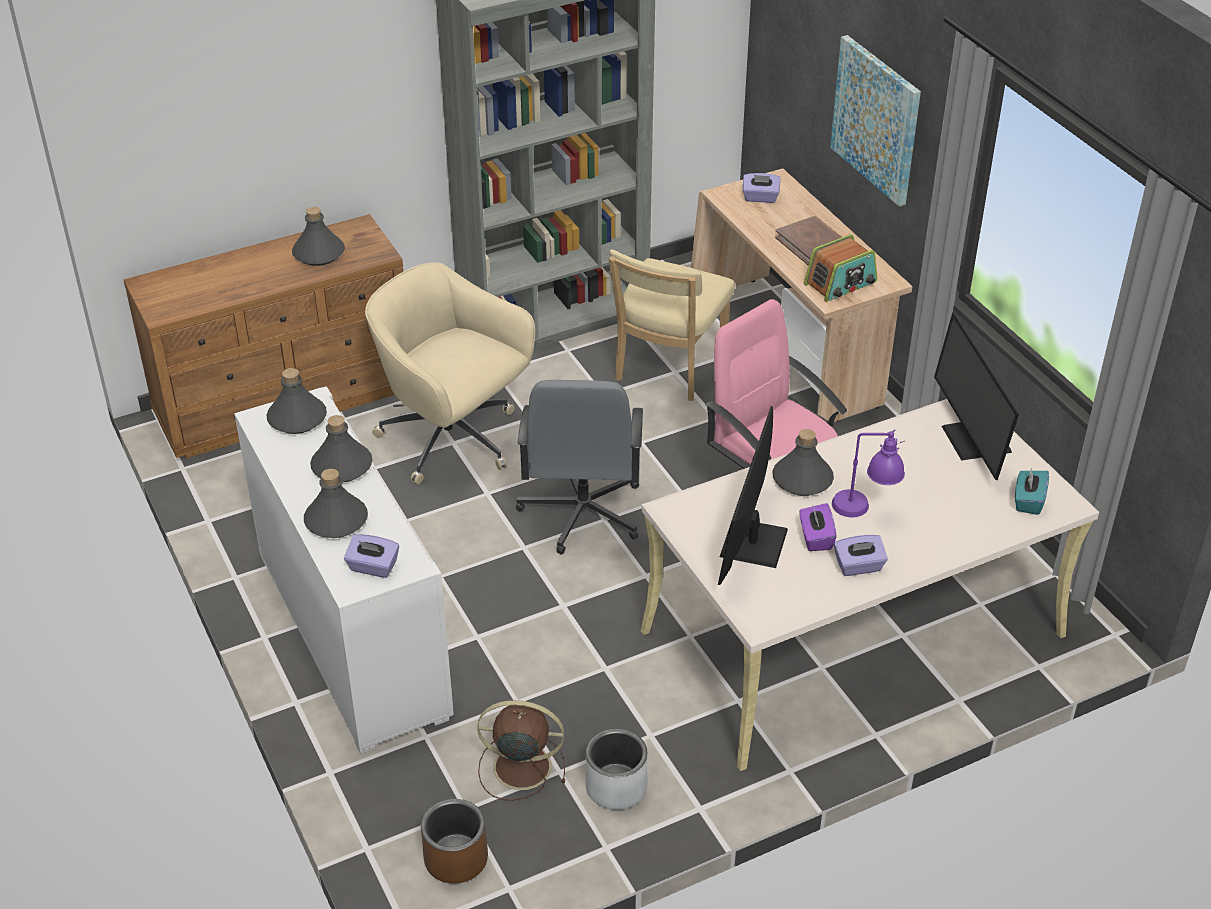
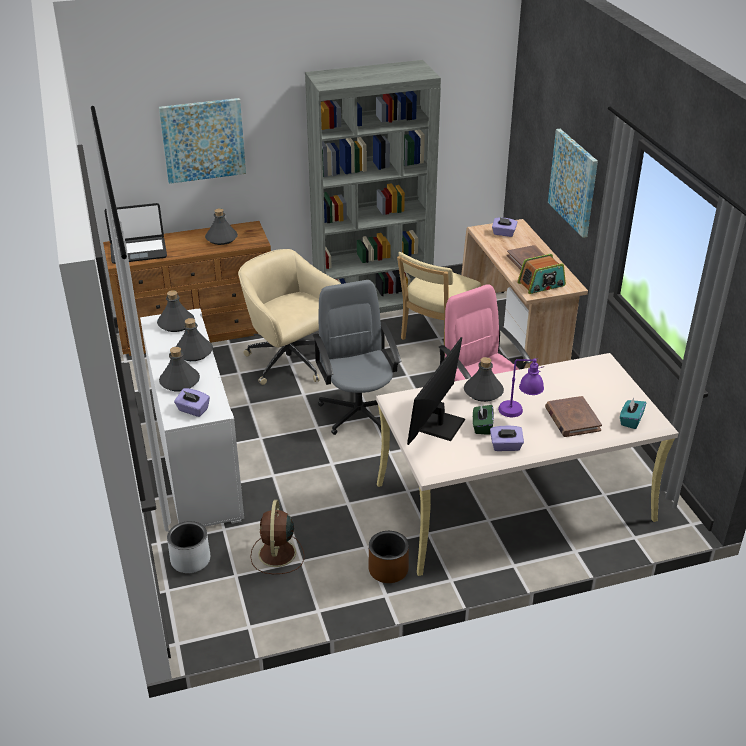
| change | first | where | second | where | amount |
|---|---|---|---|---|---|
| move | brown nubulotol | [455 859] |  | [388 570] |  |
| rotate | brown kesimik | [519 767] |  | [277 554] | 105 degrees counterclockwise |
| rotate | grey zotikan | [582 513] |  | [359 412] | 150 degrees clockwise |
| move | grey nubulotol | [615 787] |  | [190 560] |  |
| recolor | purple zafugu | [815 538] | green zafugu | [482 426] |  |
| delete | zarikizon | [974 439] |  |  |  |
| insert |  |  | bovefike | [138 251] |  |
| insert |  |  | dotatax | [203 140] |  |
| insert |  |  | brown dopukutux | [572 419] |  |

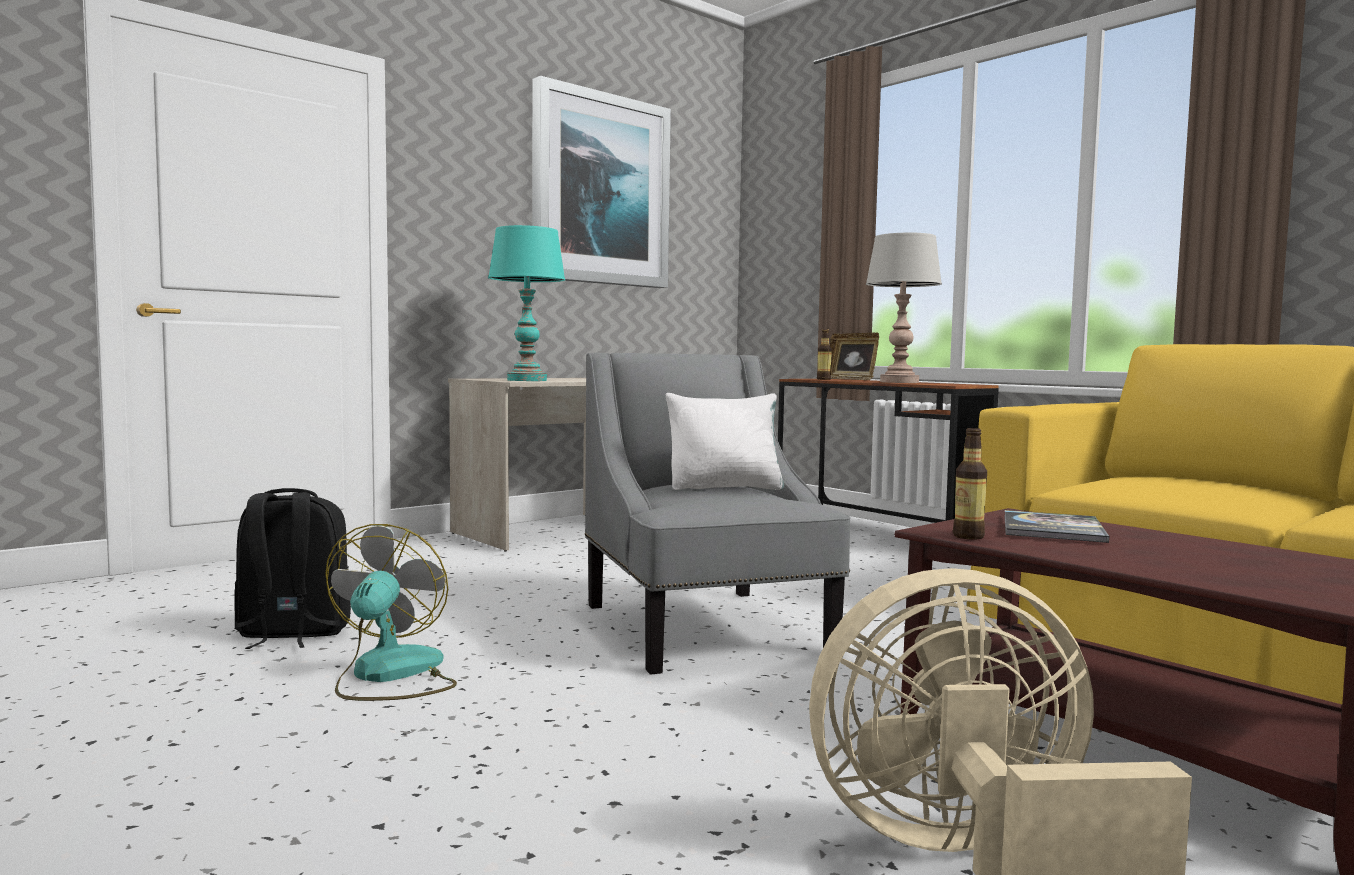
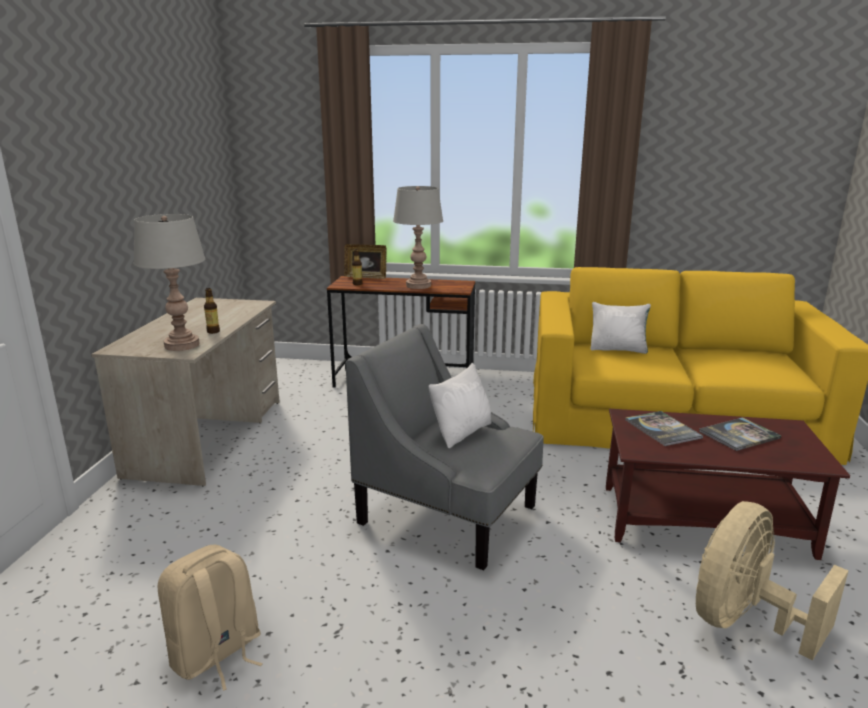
| change | first | where | second | where | amount |
|---|---|---|---|---|---|
| recolor | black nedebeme | [292 634] | beige nedebeme | [216 654] |  |
| delete | kesimik | [389 675] |  |  |  |
| recolor | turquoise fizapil | [526 380] | grey fizapil | [182 345] |  |
| delete | dotatax | [600 190] |  |  |  |
| move | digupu | [968 536] |  | [213 331] |  |
| insert |  |  | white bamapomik | [618 349] |  |
| insert |  |  | dopukutux | [739 435] |  |

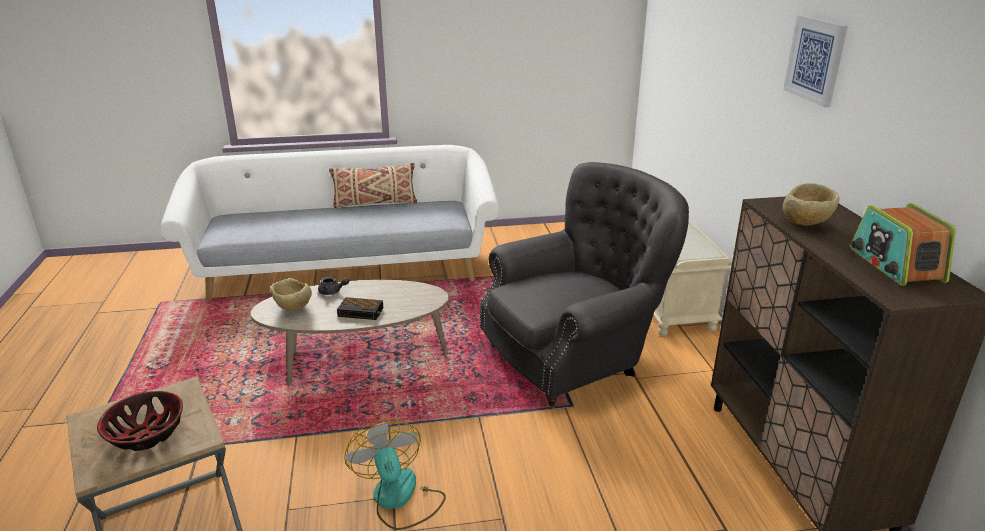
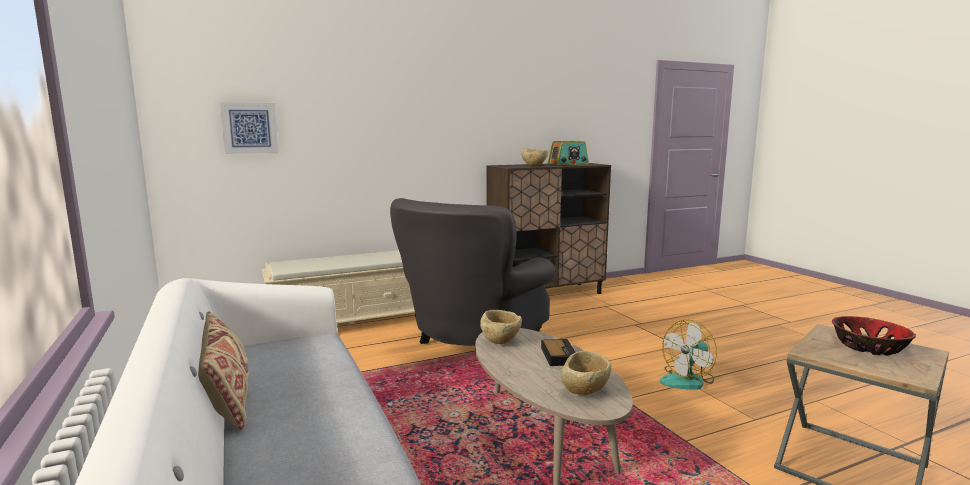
| change | first | where | second | where | amount |
|---|---|---|---|---|---|
| delete | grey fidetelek | [332 292] |  |  |  |
| rotate | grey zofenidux | [574 357] |  | [472 343] | 105 degrees counterclockwise |
| move | dotatax | [815 60] |  | [250 128] |  |
| insert |  |  | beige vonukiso | [501 341] |  |

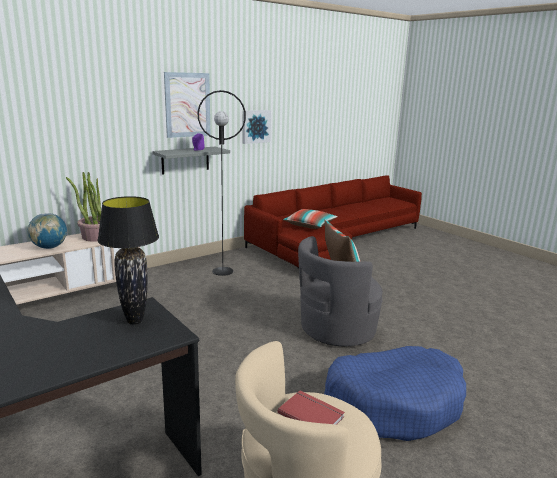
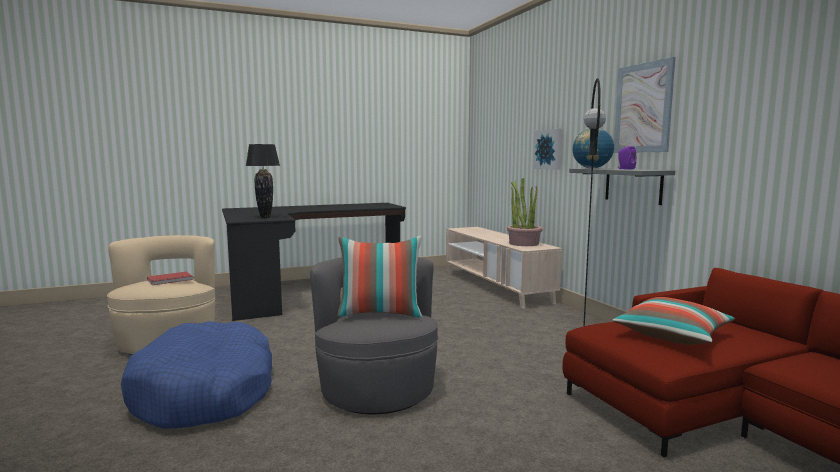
| change | first | where | second | where | amount |
|---|---|---|---|---|---|
| move | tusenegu | [49 247] |  | [592 168] |  |
| move | dotatax | [255 126] |  | [549 149] |  |

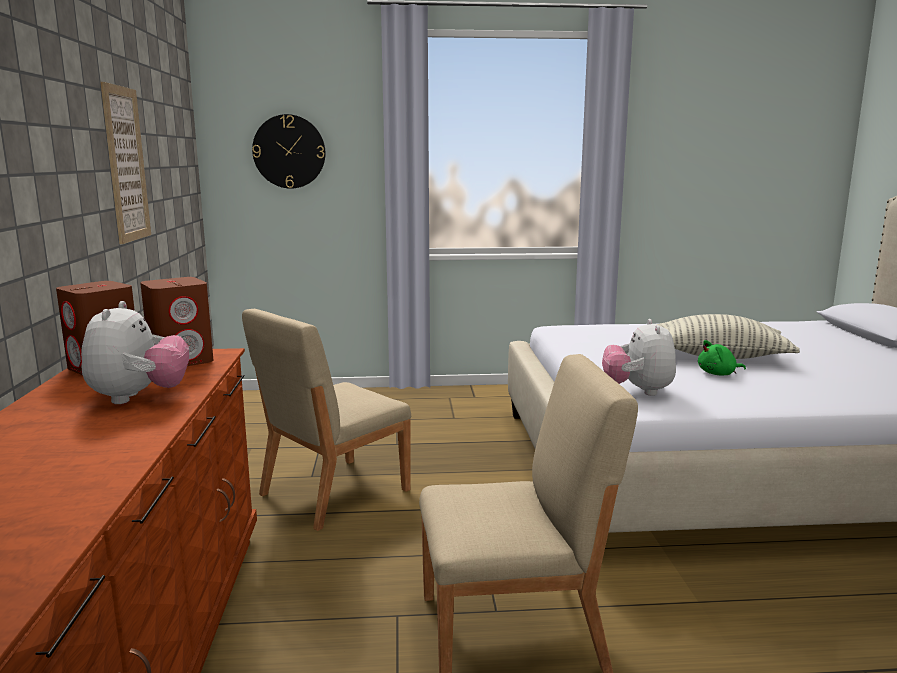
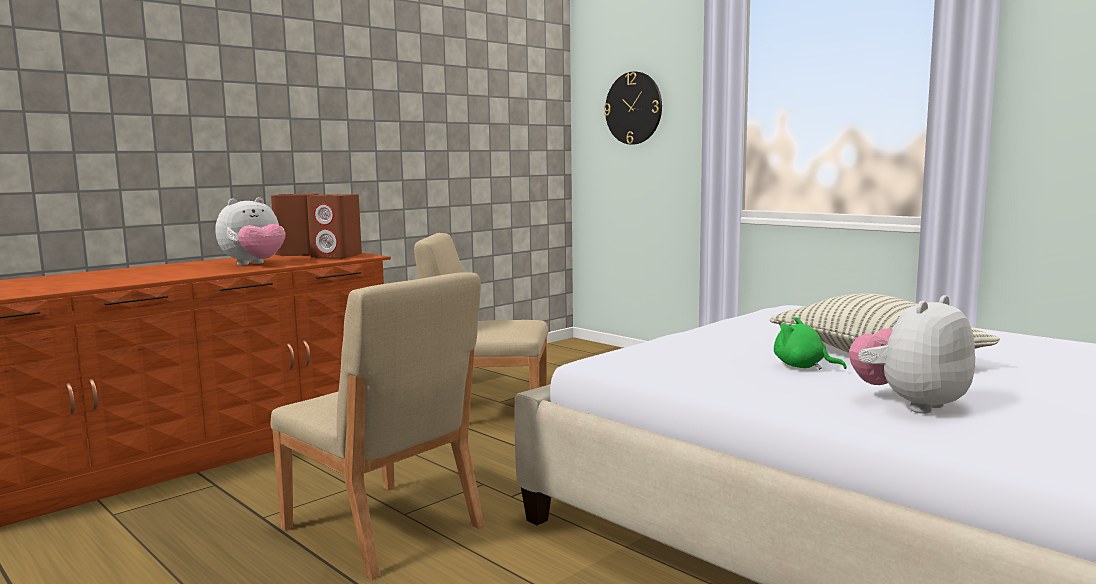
| change | first | where | second | where | amount |
|---|---|---|---|---|---|
| delete | dotatax | [126 164] |  |  |  |
| move | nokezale | [638 391] |  | [911 404] |  |

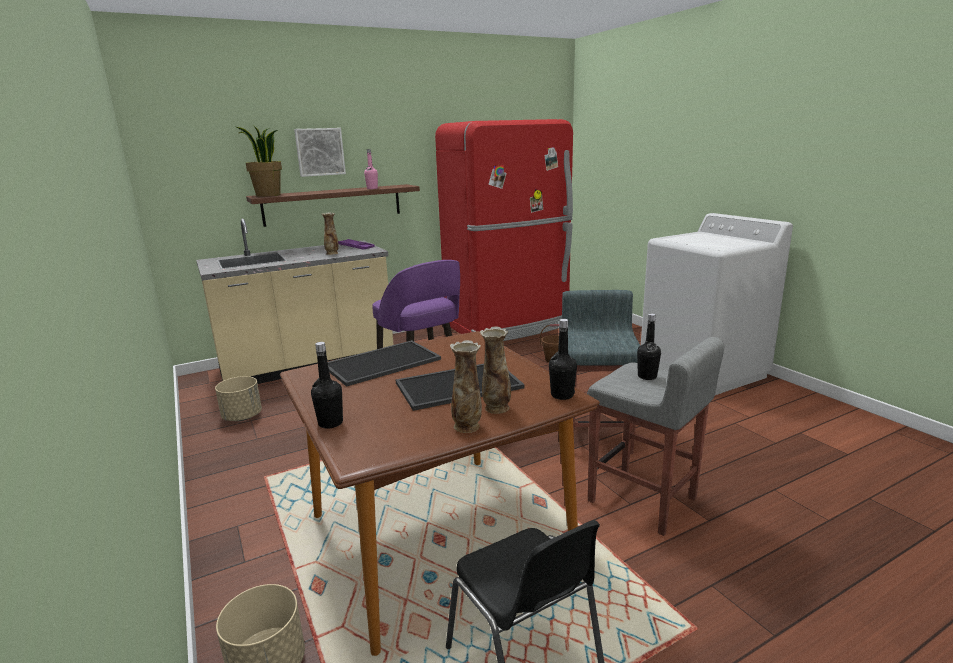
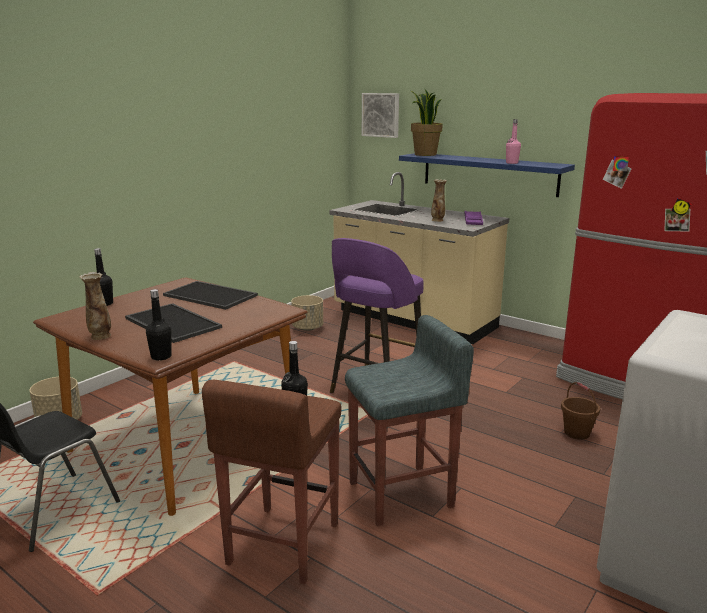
| change | first | where | second | where | amount |
|---|---|---|---|---|---|
| recolor | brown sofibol | [333 204] | blue sofibol | [489 174] |  |
| move | dotatax | [320 152] |  | [381 115] |  |
| delete | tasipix | [496 408] |  |  |  |
| recolor | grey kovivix | [643 500] | brown kovivix | [282 544] |  |

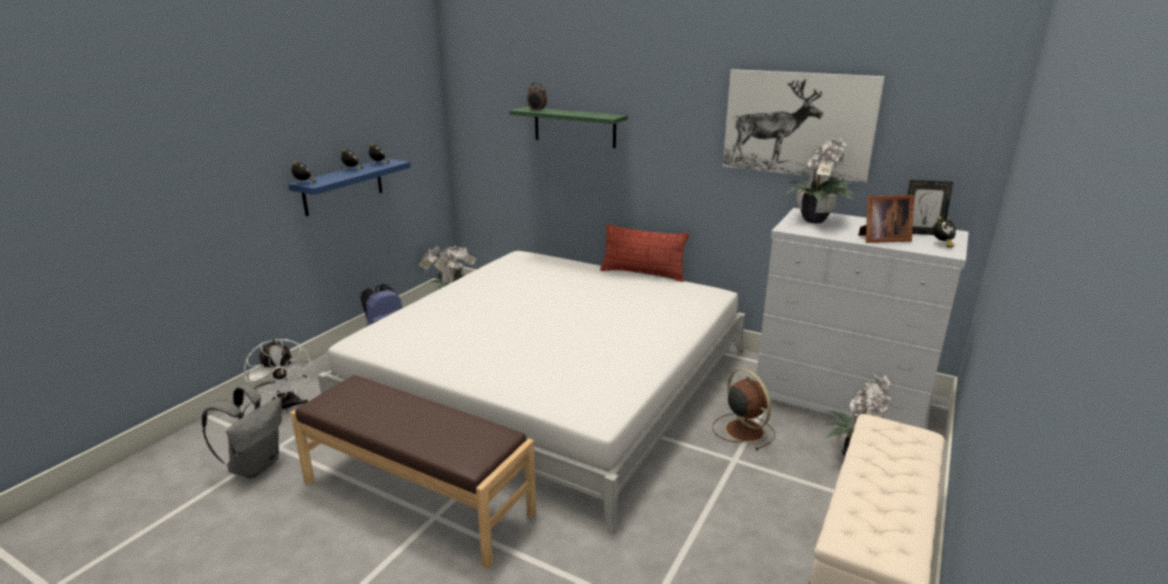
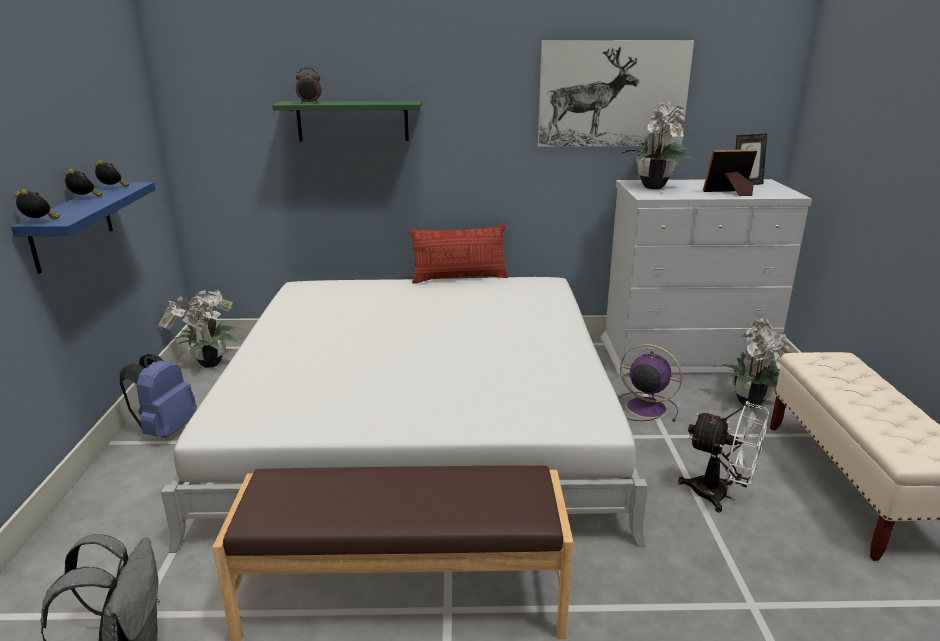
| change | first | where | second | where | amount |
|---|---|---|---|---|---|
| move | white kesimik | [286 407] |  | [720 495] |  |
| recolor | brown kesimik | [743 430] | purple kesimik | [644 407] |  |
| rotate | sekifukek | [881 239] |  | [729 193] | 150 degrees counterclockwise |
| delete | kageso | [941 244] |  |  |  |

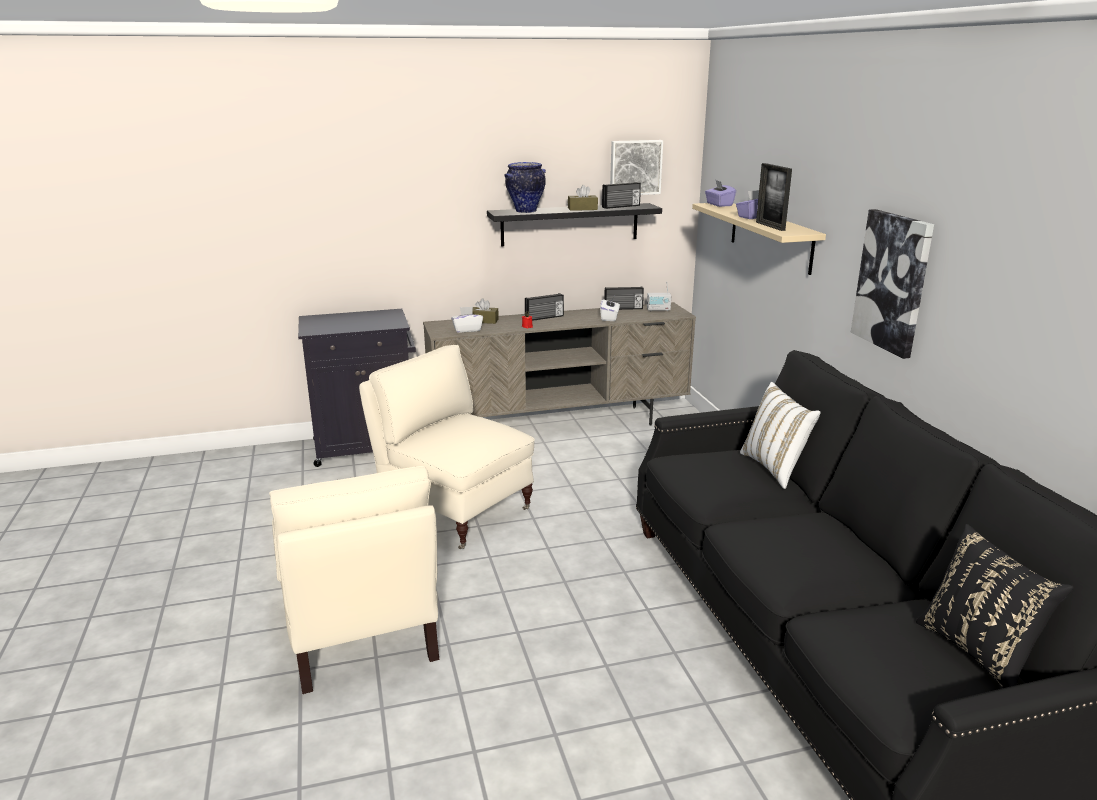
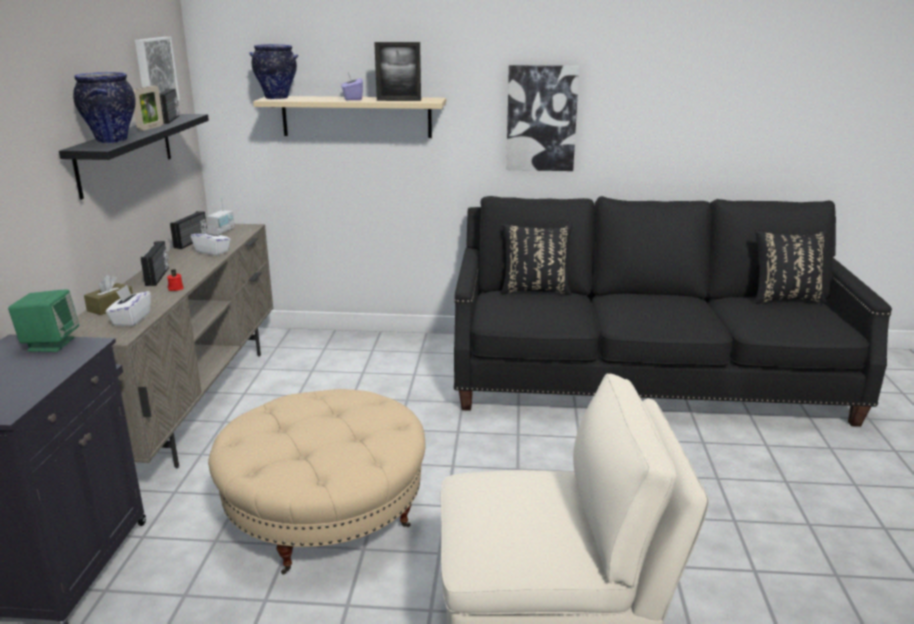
| change | first | where | second | where | amount |
|---|---|---|---|---|---|
| replace | beige zofenidux | [453 509] | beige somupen | [325 514] |  |
| replace | brown zafugu | [582 209] | sekifukek | [151 128] |  |
| replace | purple zafugu | [719 204] | tasipix | [277 98] |  |
| recolor | white bamapomik | [774 468] | black bamapomik | [535 290] |  |
| insert |  |  | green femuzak | [50 344] |  |

